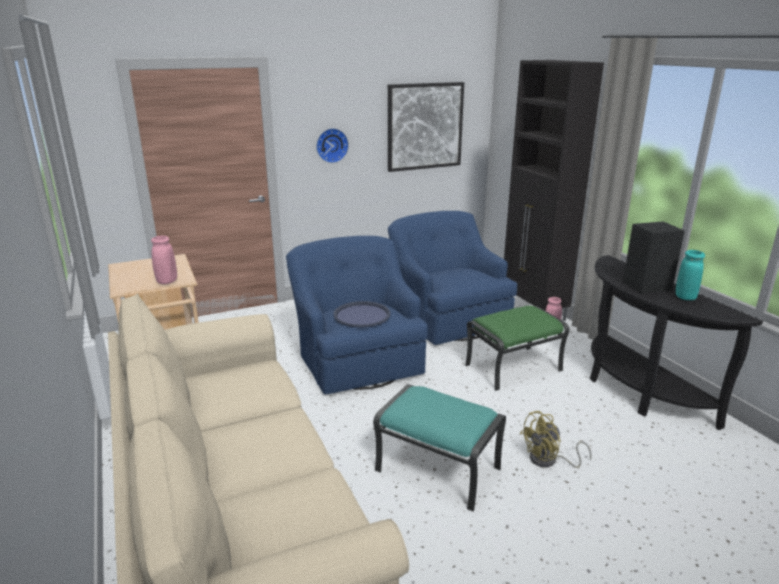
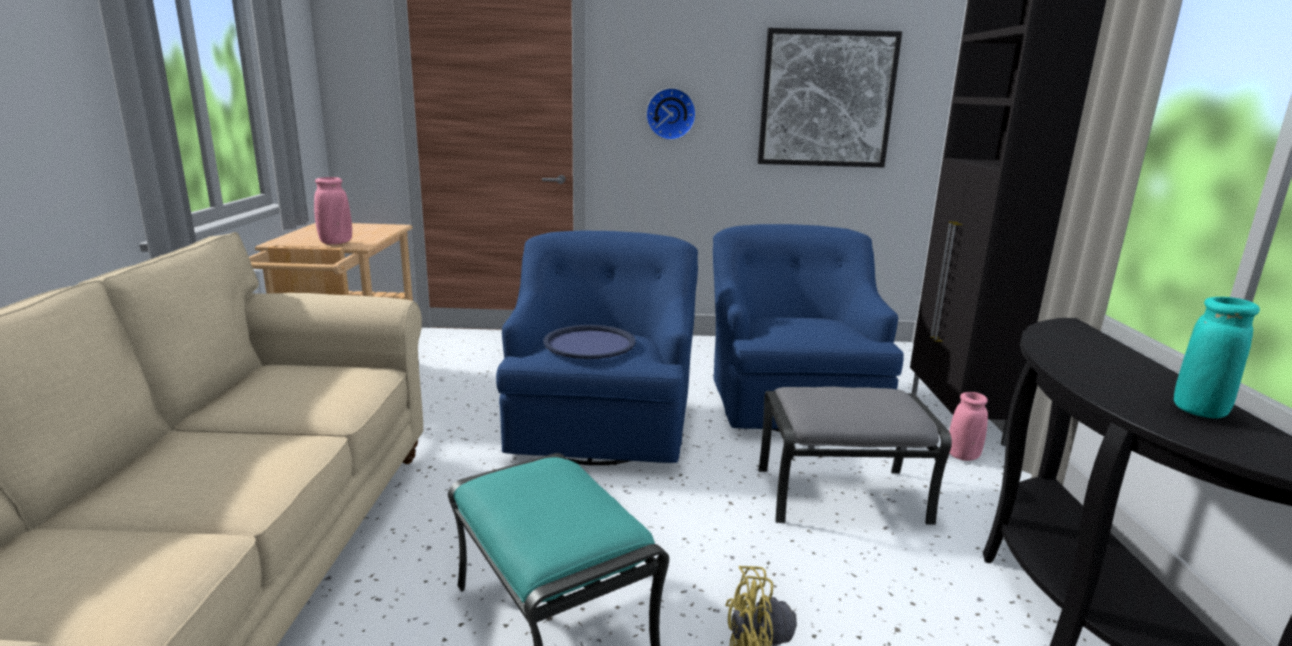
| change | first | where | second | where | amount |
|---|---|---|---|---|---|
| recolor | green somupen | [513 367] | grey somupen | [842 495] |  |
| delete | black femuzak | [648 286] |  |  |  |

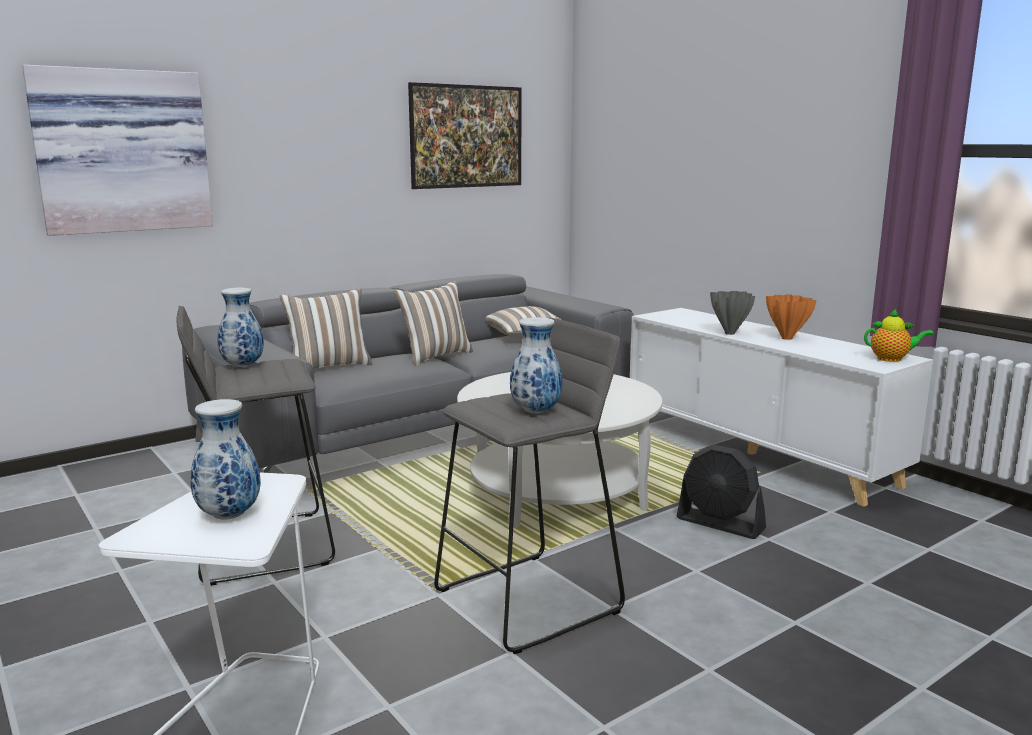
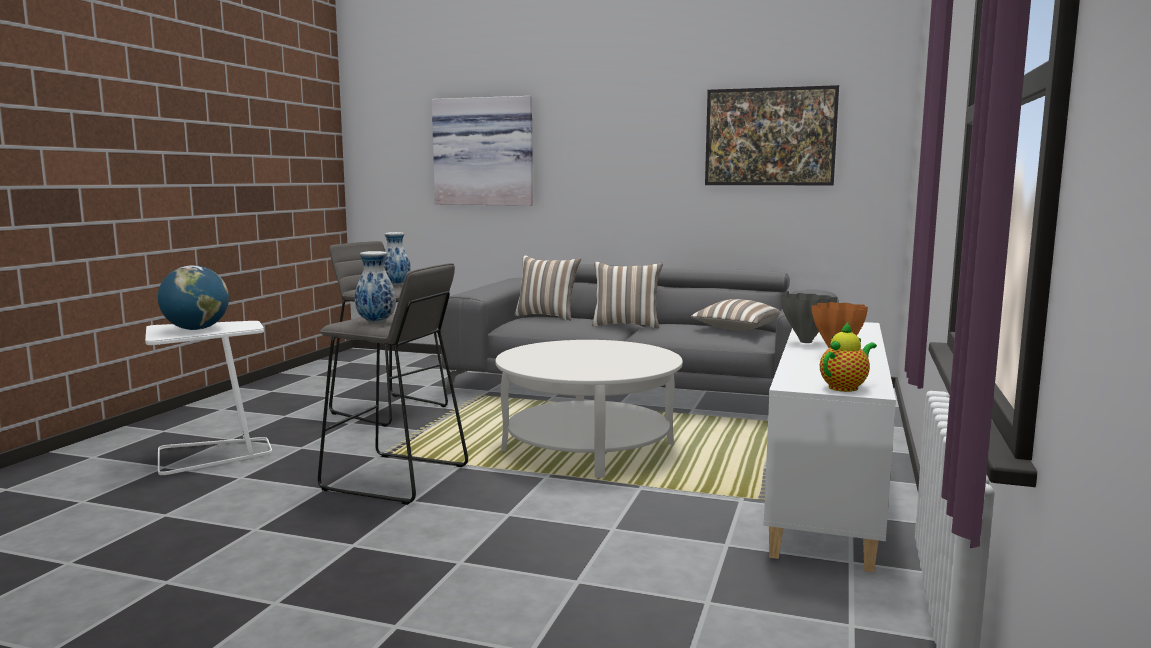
| change | first | where | second | where | amount |
|---|---|---|---|---|---|
| replace | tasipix | [228 515] | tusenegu | [196 329] |  |
| delete | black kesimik | [720 524] |  |  |  |
| rotate | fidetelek | [892 359] |  | [845 387] | 105 degrees counterclockwise |

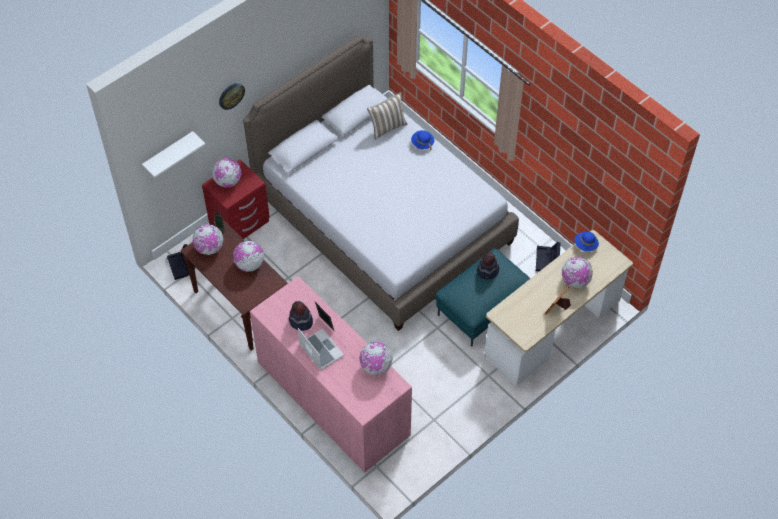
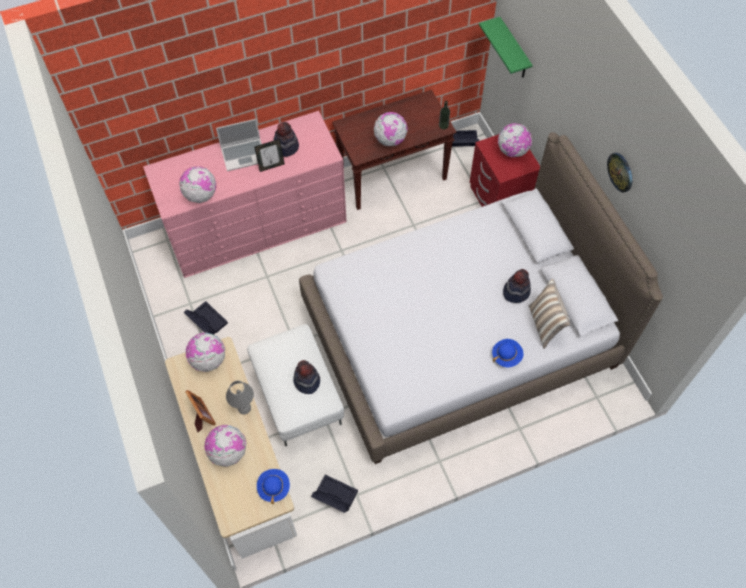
| change | first | where | second | where | amount |
|---|---|---|---|---|---|
| recolor | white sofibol | [169 155] | green sofibol | [514 50] |  |
| move | tusenegu | [209 248] |  | [208 360] |  |
| move | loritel | [231 95] |  | [620 172] |  |
| recolor | turquoise somupen | [481 308] | white somupen | [299 396] |  |
| insert |  |  | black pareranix | [206 320] |  |
| insert |  |  | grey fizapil | [244 408] |  |
| insert |  |  | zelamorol | [516 292] |  |

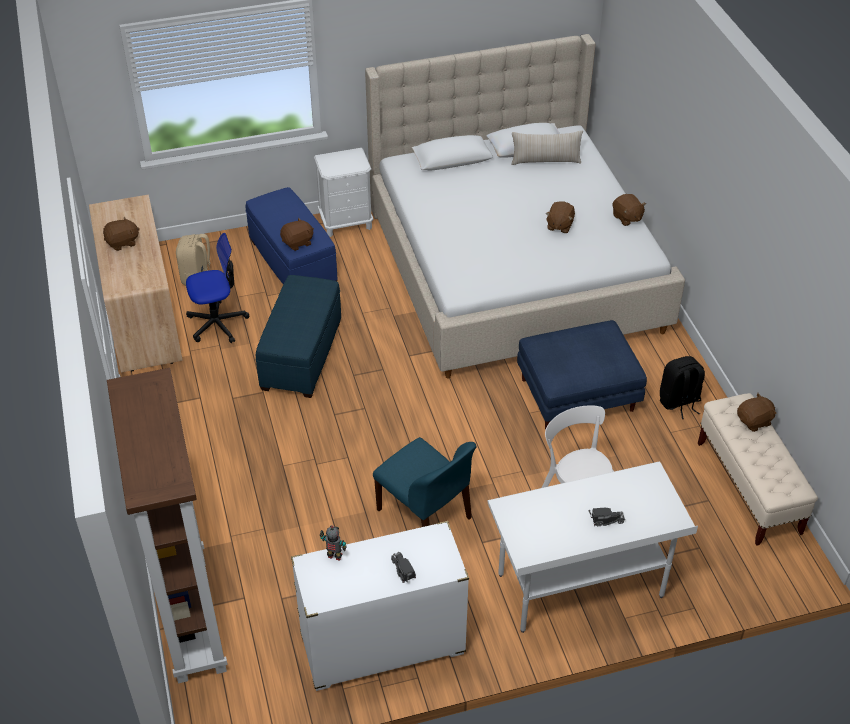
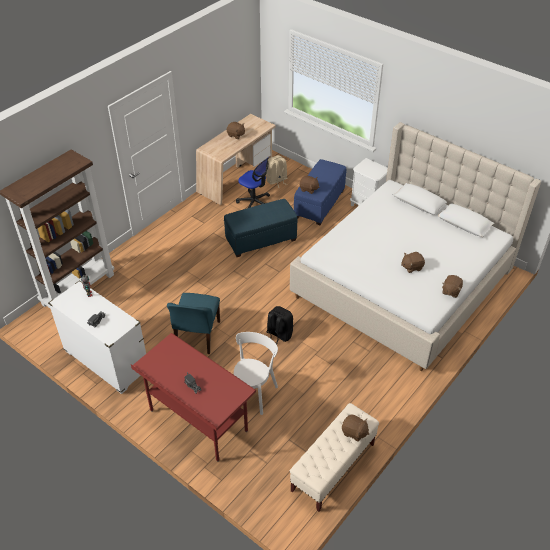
| change | first | where | second | where | amount |
|---|---|---|---|---|---|
| recolor | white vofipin | [580 587] | red vofipin | [198 421] |  |
| delete | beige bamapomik | [545 161] |  |  |  |
| delete | blue somupen | [578 394] |  |  |  |
| move | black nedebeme | [679 402] |  | [278 335] |  |

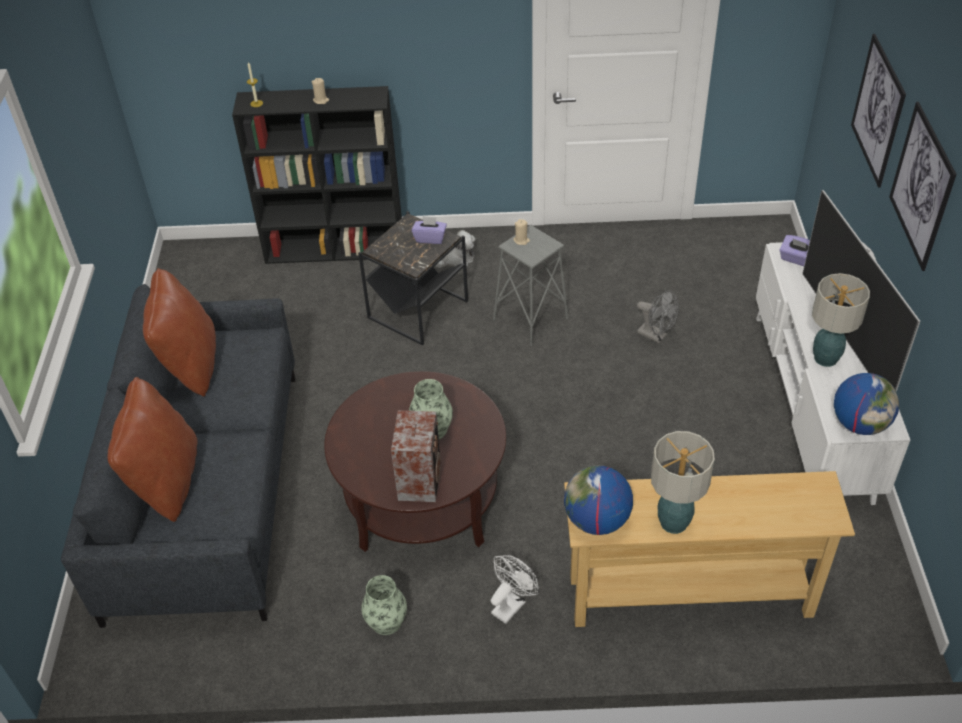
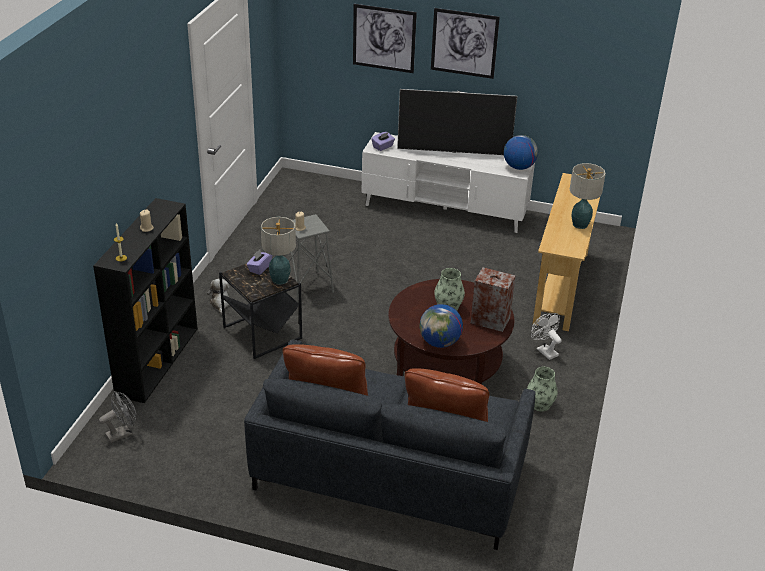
| change | first | where | second | where | amount |
|---|---|---|---|---|---|
| move | tusenegu | [596 520] |  | [440 342] |  |
| move | grey kesimik | [656 336] |  | [122 433] |  |
| move | fizapil | [825 359] |  | [280 280] |  |

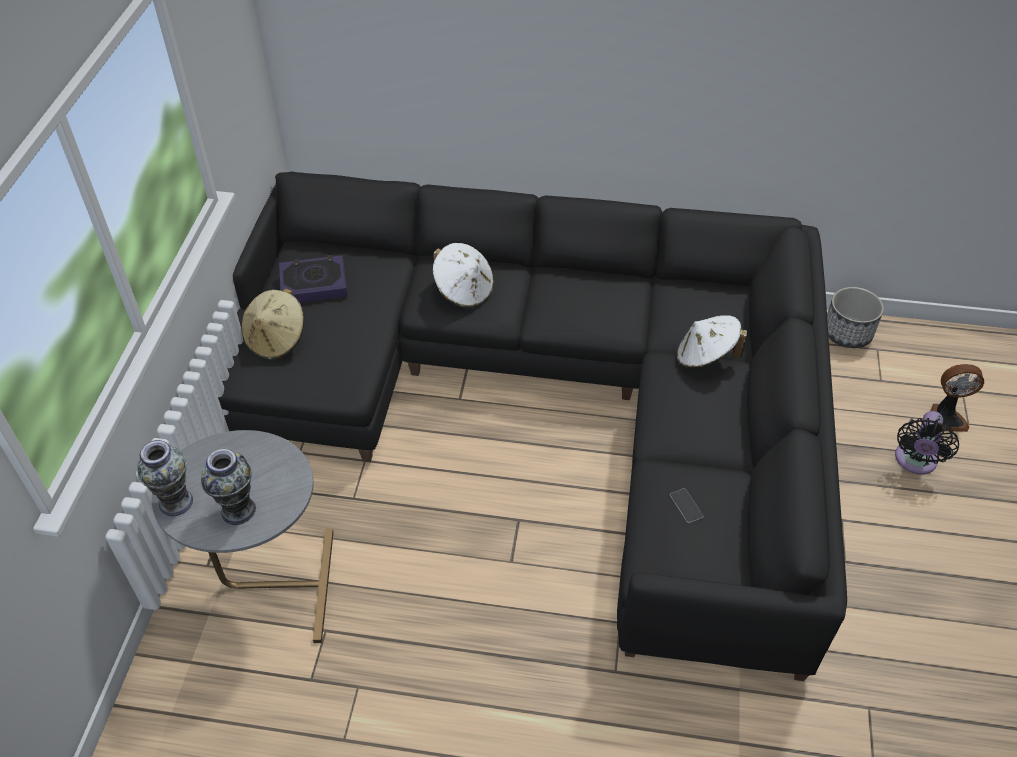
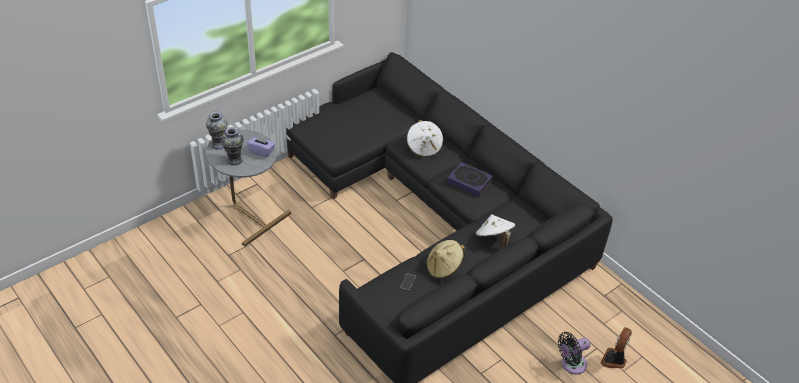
| change | first | where | second | where | amount |
|---|---|---|---|---|---|
| move | beige zelamorol | [277 339] |  | [444 268] |  |
| move | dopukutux | [313 284] |  | [469 181] |  |
| delete | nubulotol | [847 333] |  |  |  |
| rotate | kesimik | [945 417] |  | [614 360] | 75 degrees clockwise |
| insert |  |  | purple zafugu | [262 151] |  |

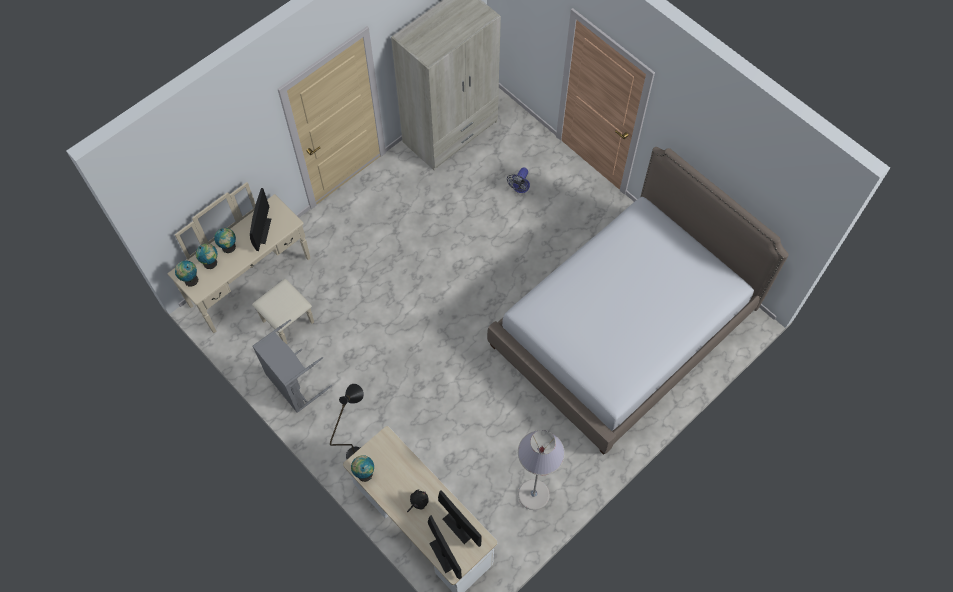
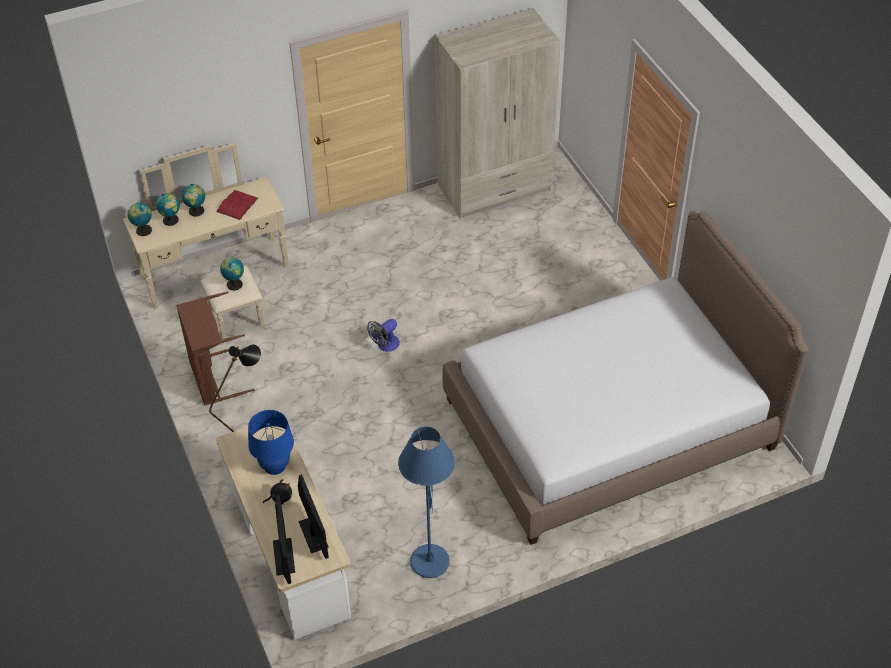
| change | first | where | second | where | amount |
|---|---|---|---|---|---|
| replace | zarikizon | [261 230] | red dopukutux | [237 205] |  |
| recolor | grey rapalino | [293 385] | brown rapalino | [213 378] |  |
| move | tusenegu | [364 473] |  | [234 284] |  |
| move | kesimik | [519 188] |  | [385 345] |  |
| recolor | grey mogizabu | [533 494] | blue mogizabu | [429 561] |  |
| insert |  |  | blue fizapil | [275 465] |  |

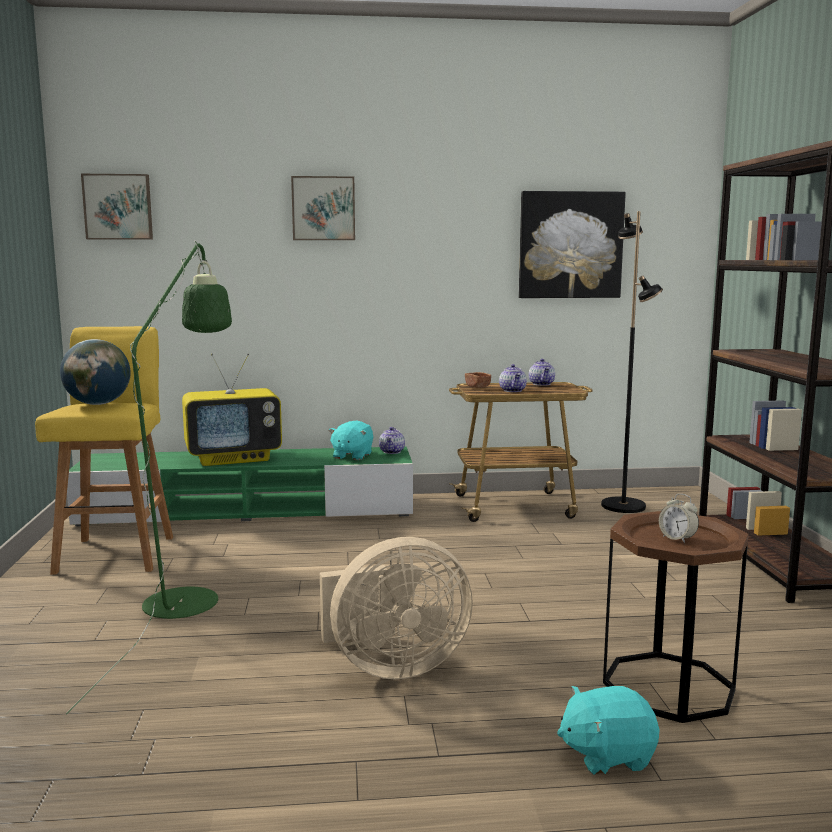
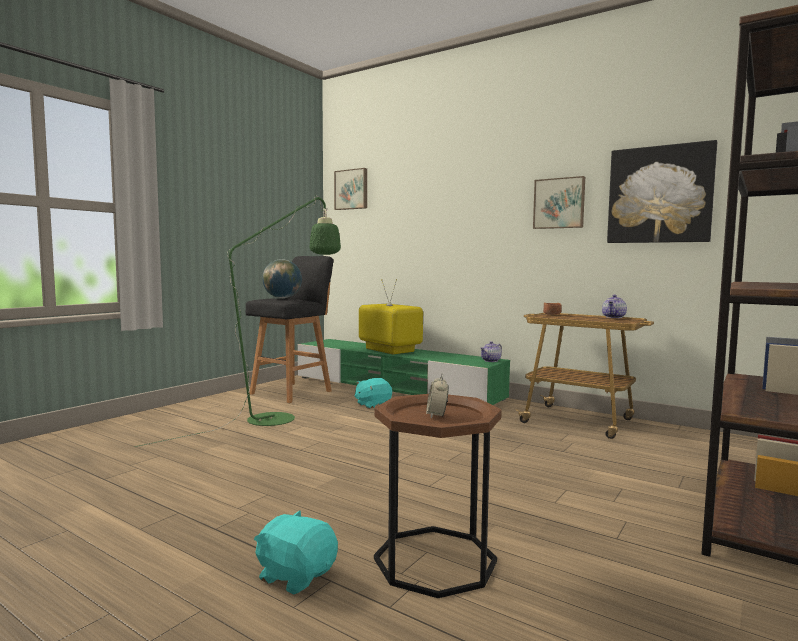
| change | first | where | second | where | amount |
|---|---|---|---|---|---|
| recolor | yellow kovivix | [117 553] | black kovivix | [292 392] |  |
| rotate | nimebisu | [234 458] |  | [388 350] | 150 degrees counterclockwise |
| move | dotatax | [323 208] |  | [559 203] |  |
| delete | beige kesimik | [392 666] |  |  |  |
| move | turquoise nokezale | [352 456] |  | [372 405] |  |
| delete | fidetelek | [513 390] |  |  |  |
| delete | black mogizabu | [624 506] |  |  |  |

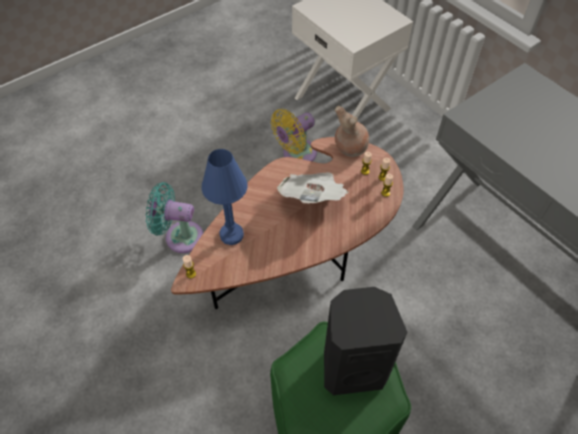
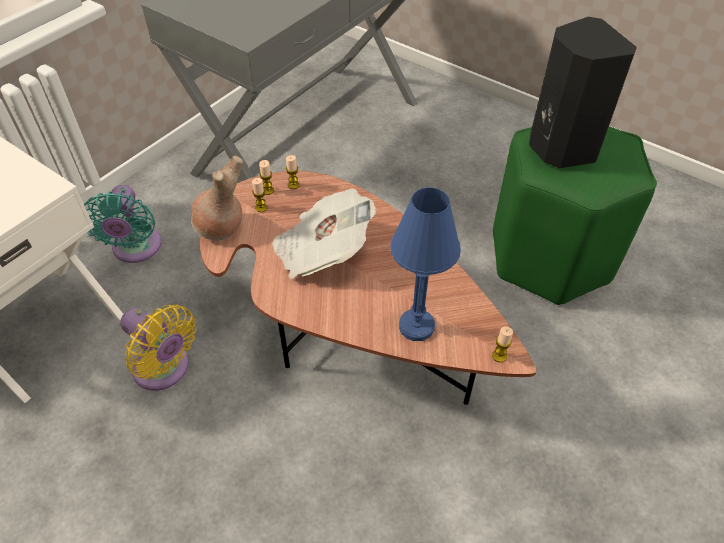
| change | first | where | second | where | amount |
|---|---|---|---|---|---|
| move | turquoise kesimik | [180 236] |  | [136 249] |  |

